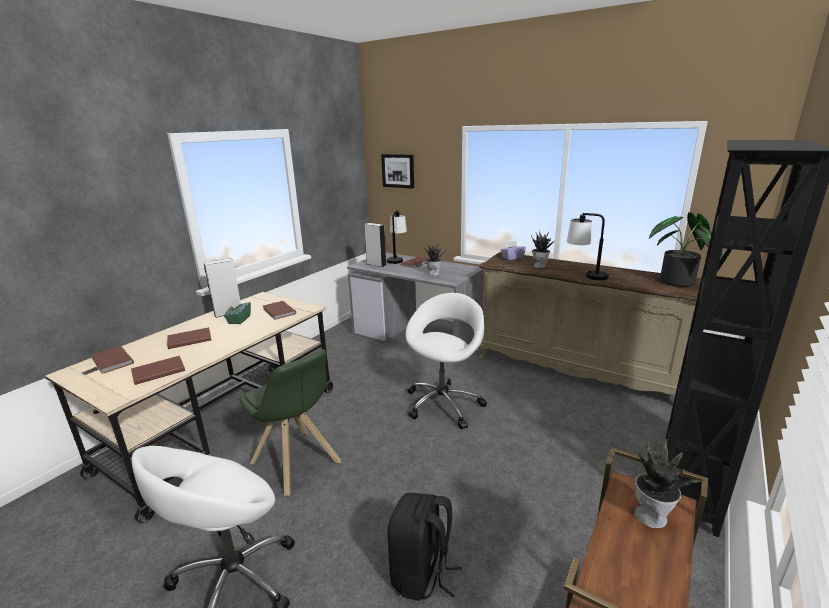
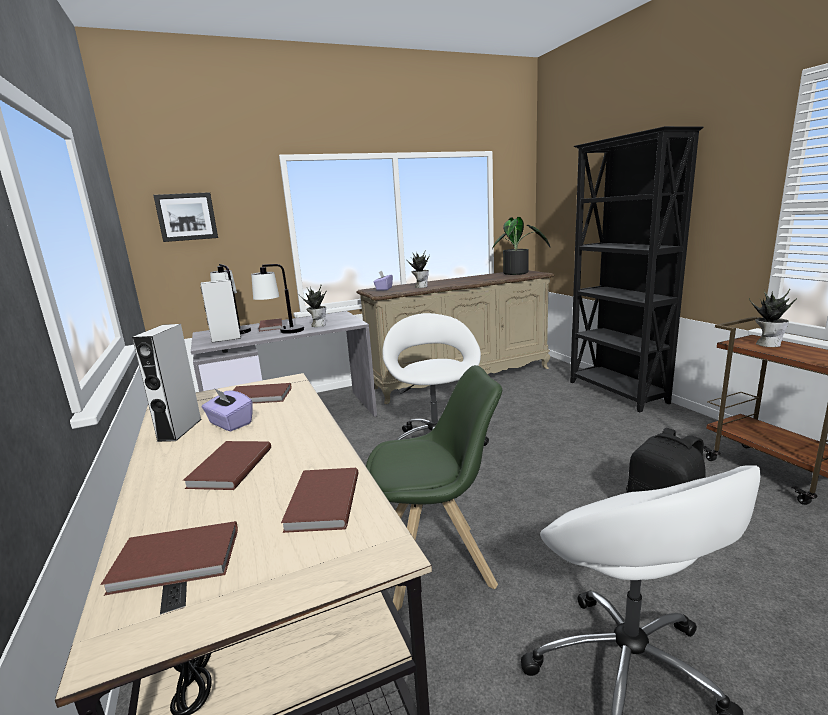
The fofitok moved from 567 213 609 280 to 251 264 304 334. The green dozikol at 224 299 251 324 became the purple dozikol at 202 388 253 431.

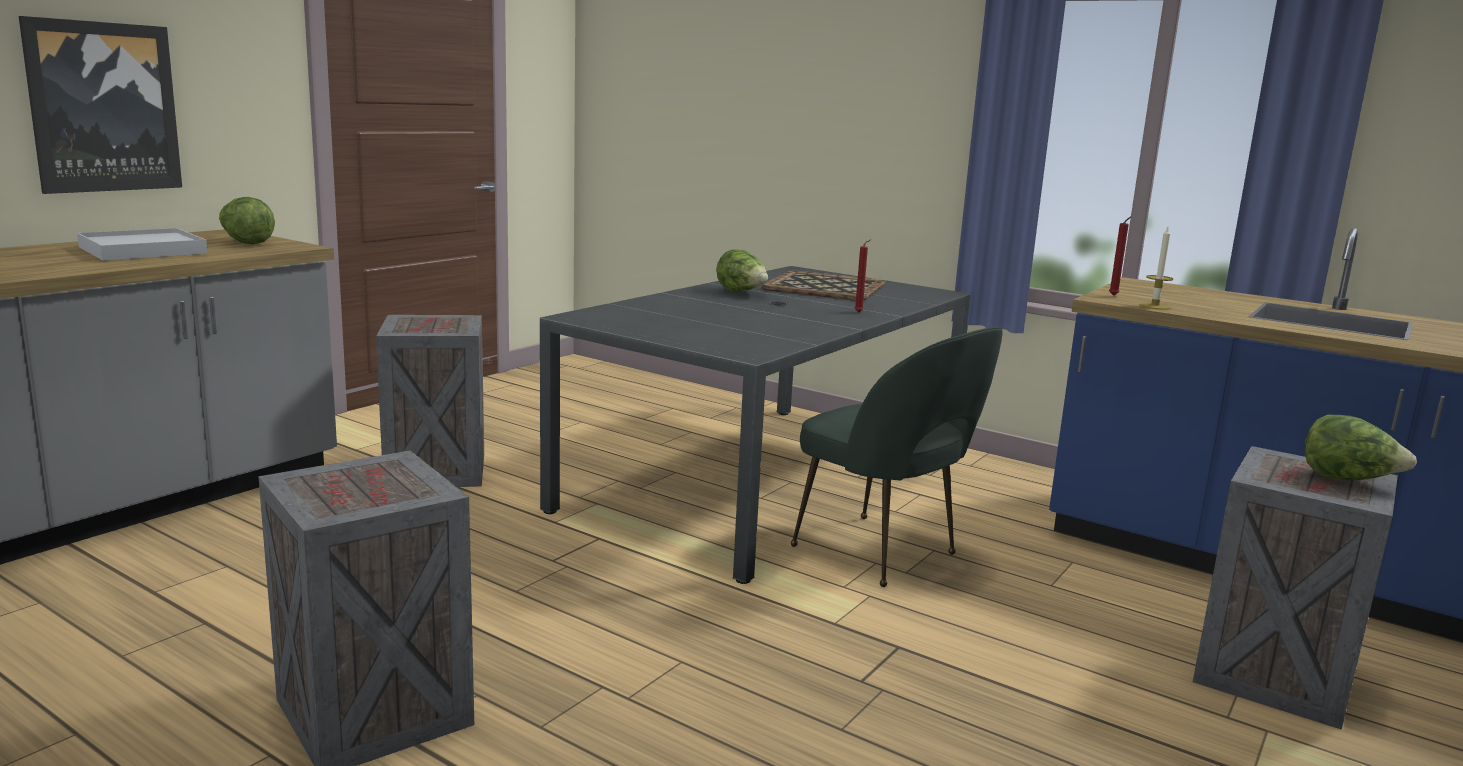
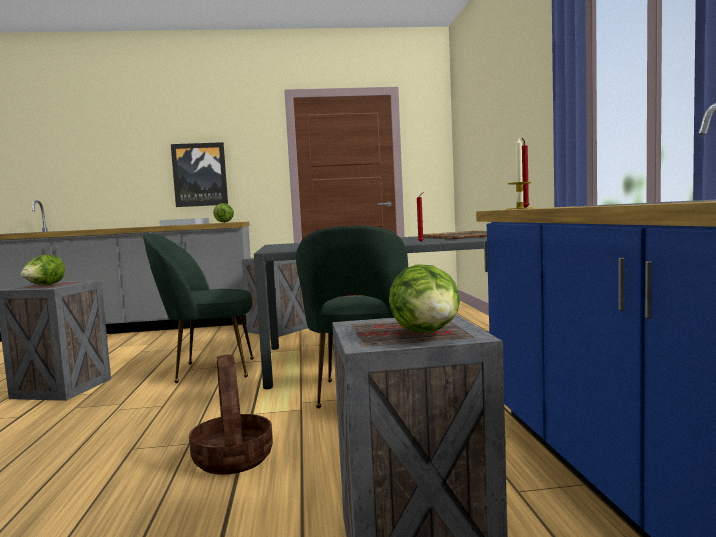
The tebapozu moved from 716 249 768 292 to 21 255 65 285. The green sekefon at 143 233 254 383 appeared. The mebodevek at 189 354 273 475 appeared.

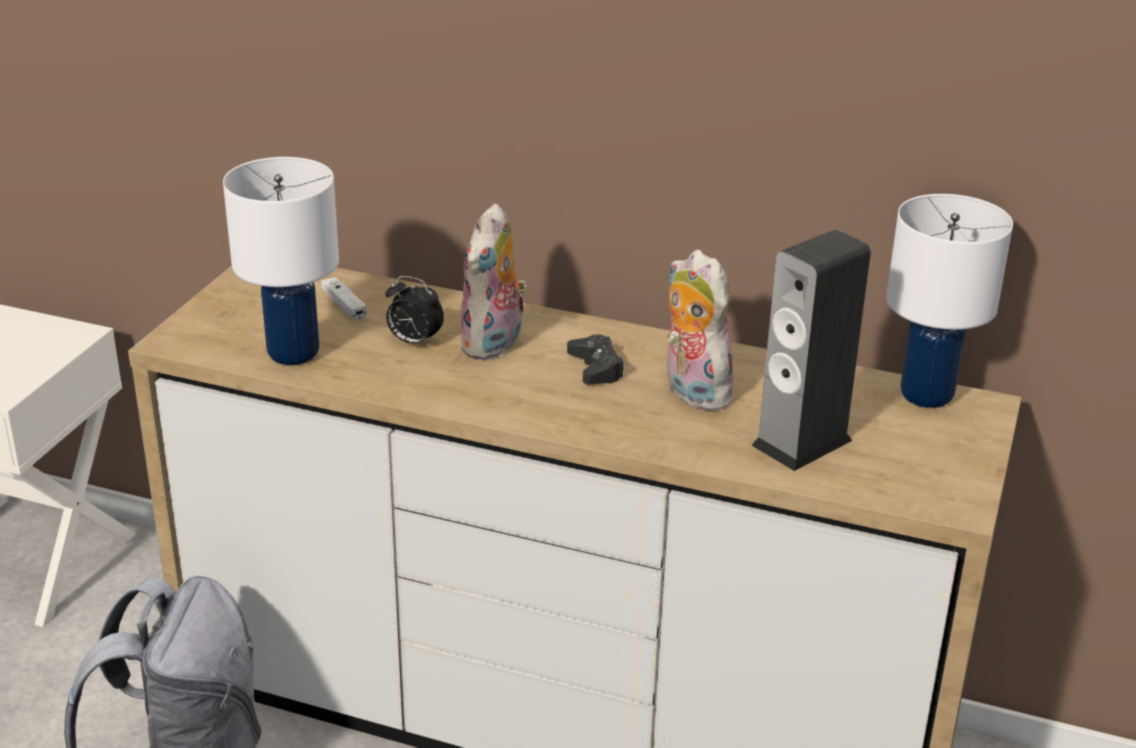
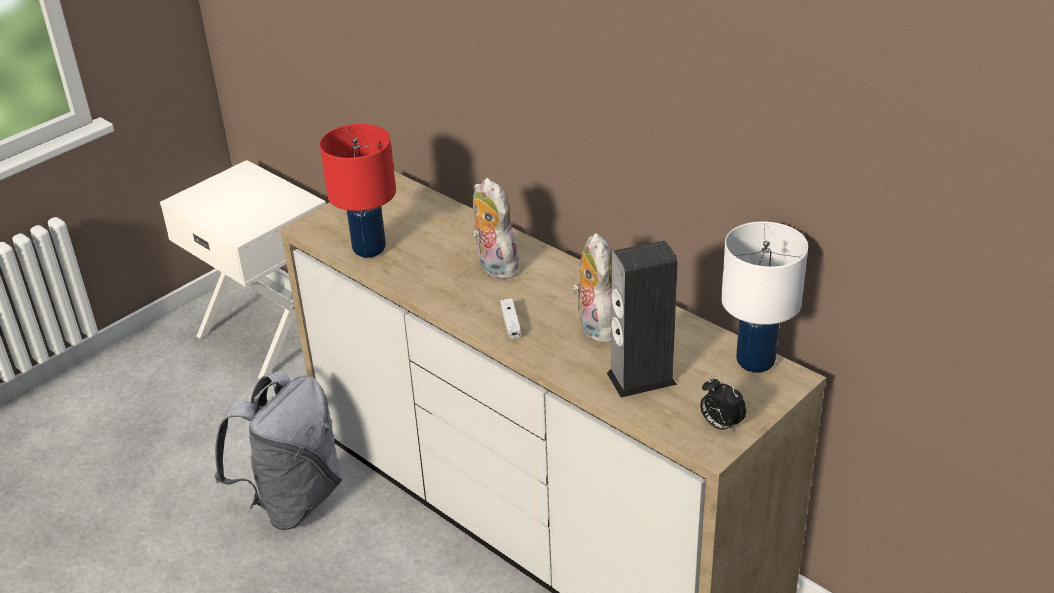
The white fofitok at 223 157 339 365 became the red fofitok at 320 124 396 258. The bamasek at 460 203 528 361 turned 105 degrees clockwise. The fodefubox moved from 385 276 444 347 to 700 377 746 433. The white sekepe moved from 321 277 367 321 to 501 299 521 339. The black sekepe at 567 334 625 385 disappeared.

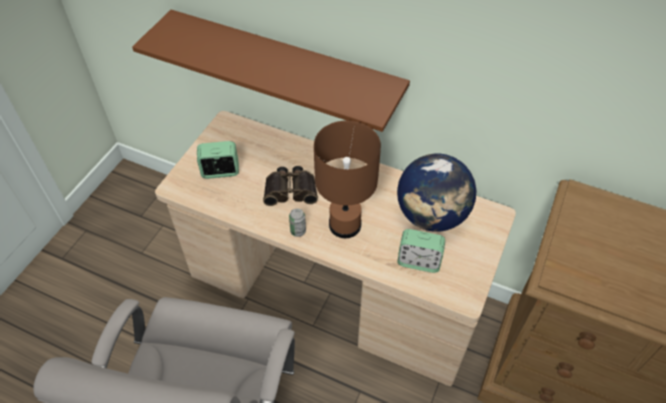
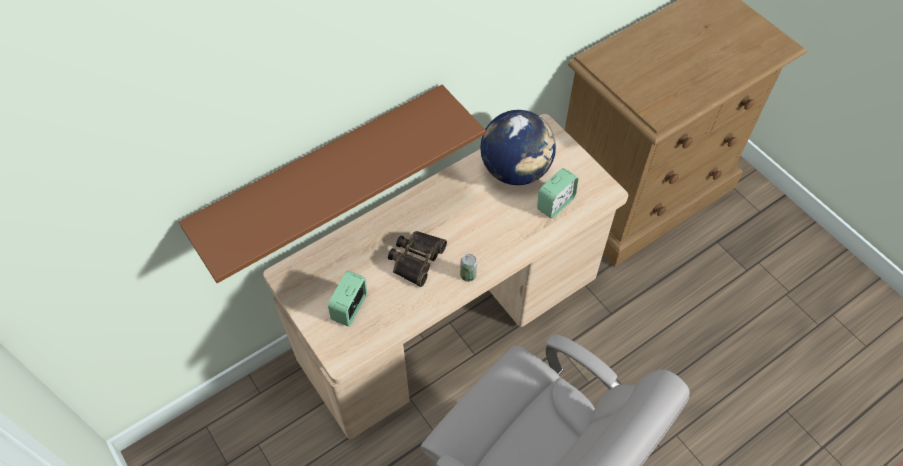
The brown fofitok at 314 121 381 238 disappeared.

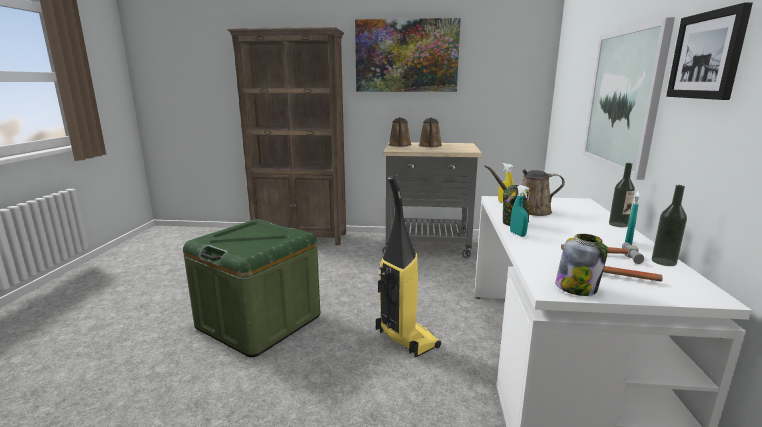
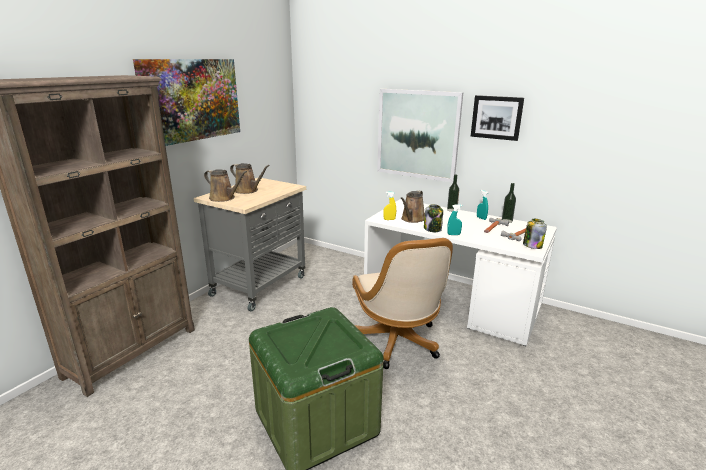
The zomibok at 376 176 441 357 was replaced by the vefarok at 352 238 453 369.

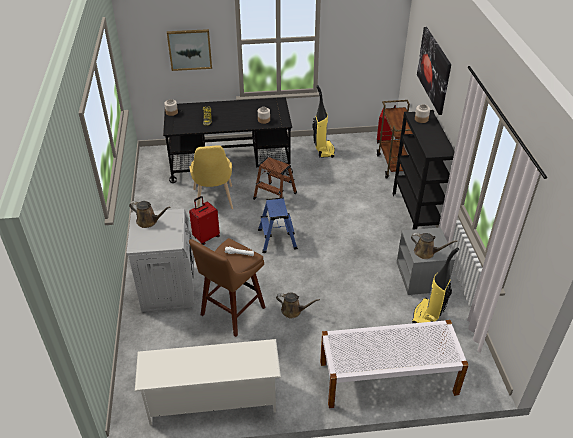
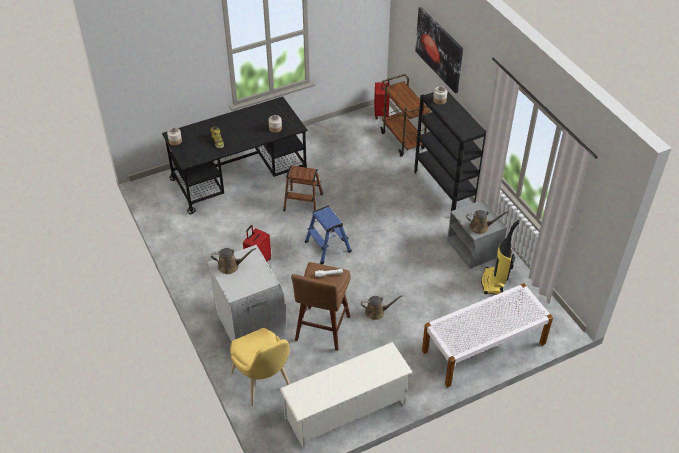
The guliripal at 167 29 212 71 disappeared. The zomibok at 313 85 335 158 disappeared. The yellow sekefon moved from 190 145 233 209 to 230 328 290 406.

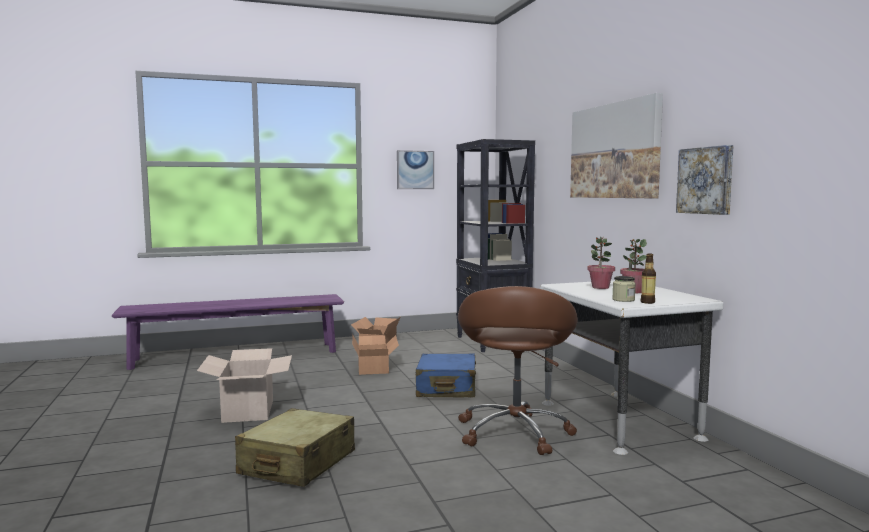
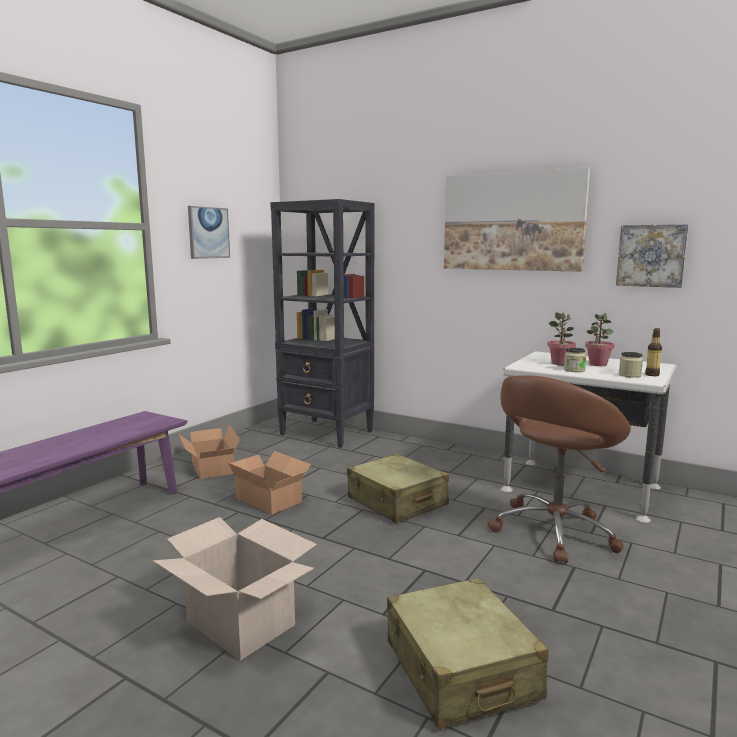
The brown vefarok at 458 286 578 455 turned 75 degrees clockwise. The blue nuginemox at 415 354 476 398 became the beige nuginemox at 347 454 449 523. The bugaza at 564 348 586 372 appeared.

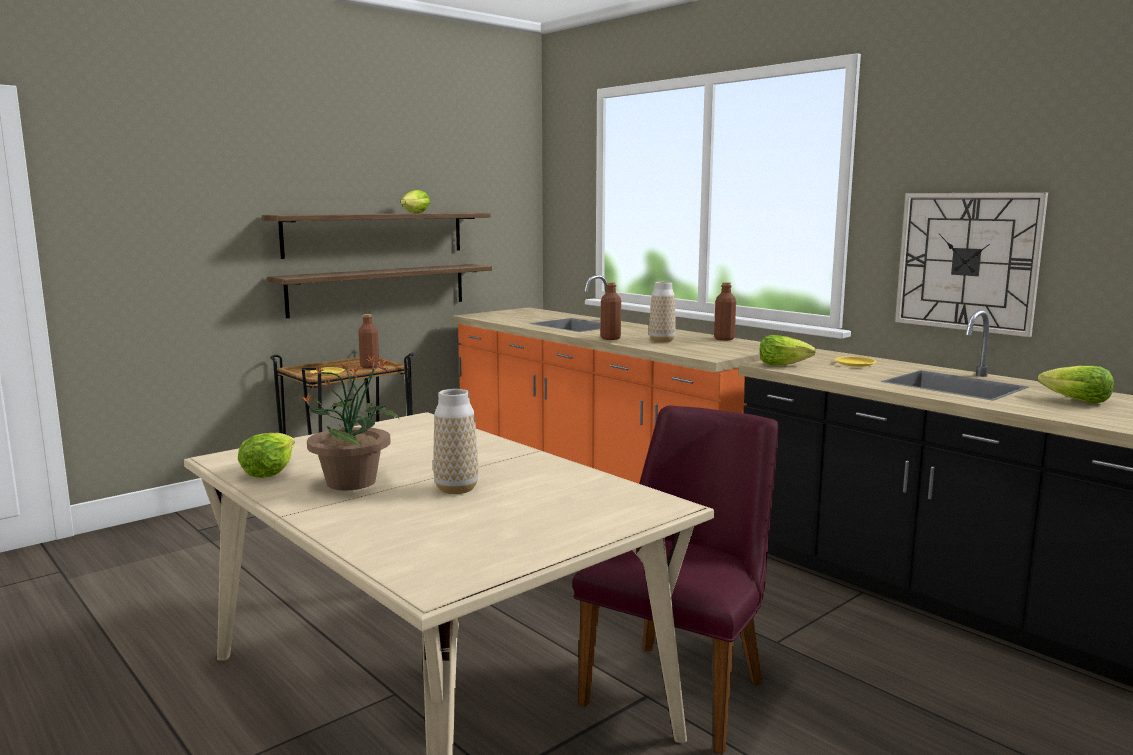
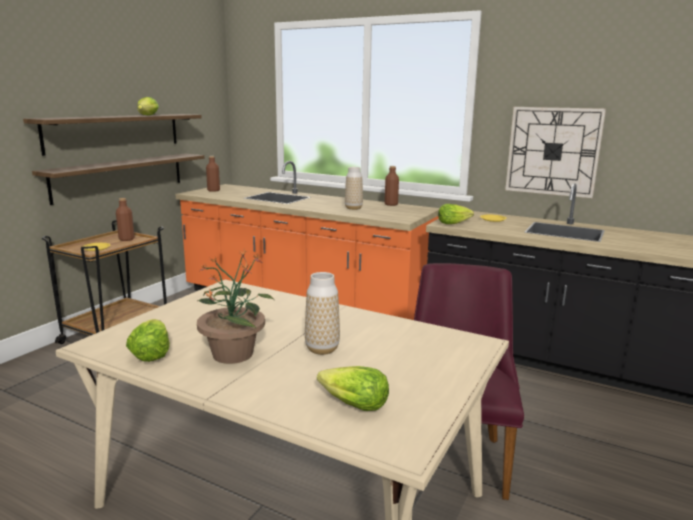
The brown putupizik moved from 601 282 621 340 to 206 156 220 192. The tebapozu moved from 1038 366 1114 403 to 317 366 389 411.

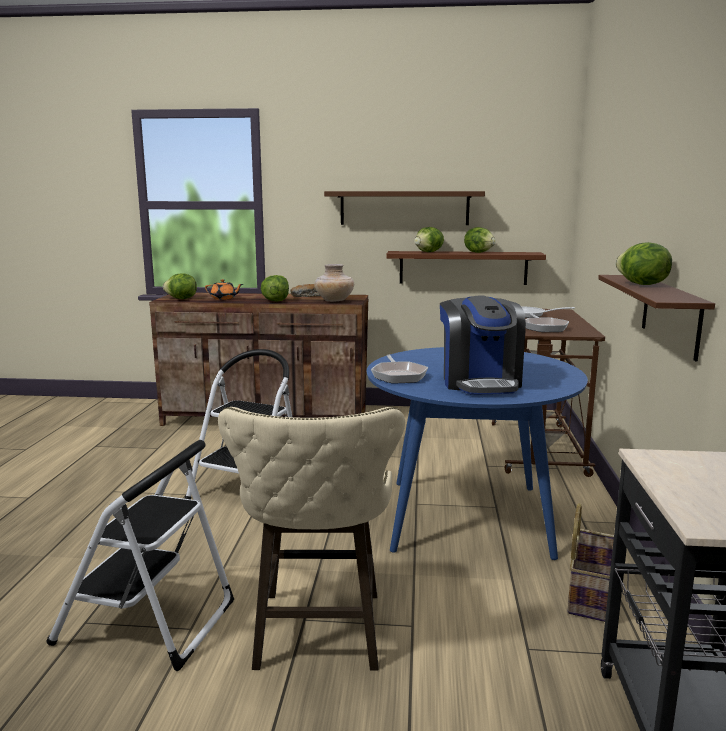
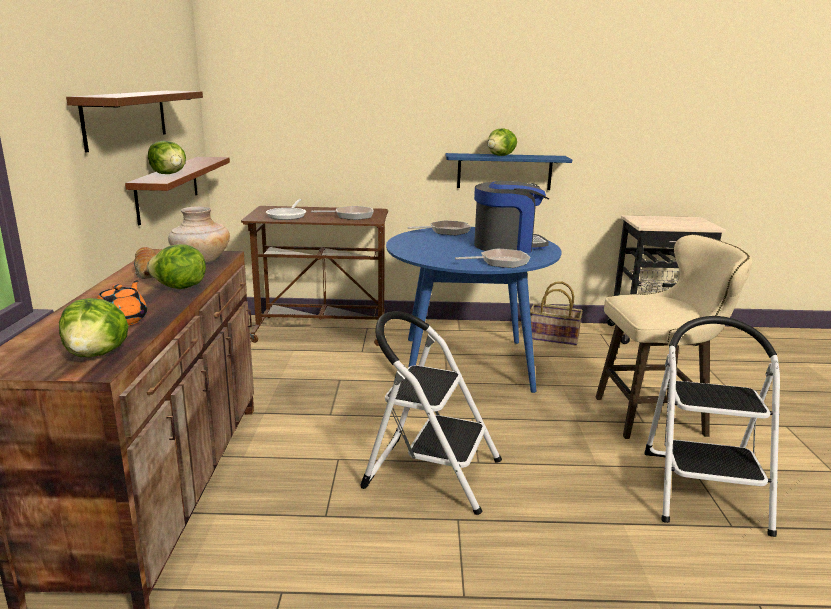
The tebapozu at 464 227 496 253 disappeared. The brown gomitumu at 598 275 715 361 became the blue gomitumu at 446 153 572 190. The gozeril at 408 220 471 235 appeared.

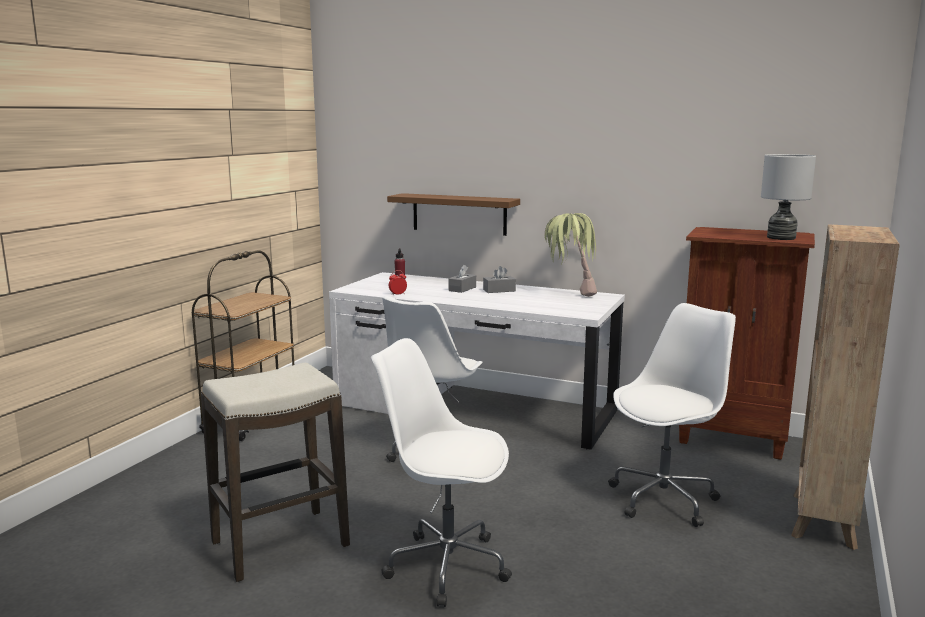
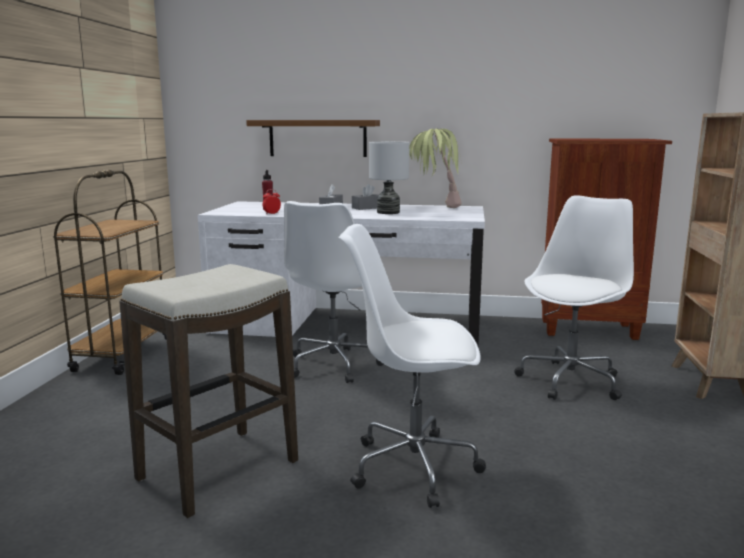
The grey fofitok moved from 761 154 816 240 to 369 141 409 214.

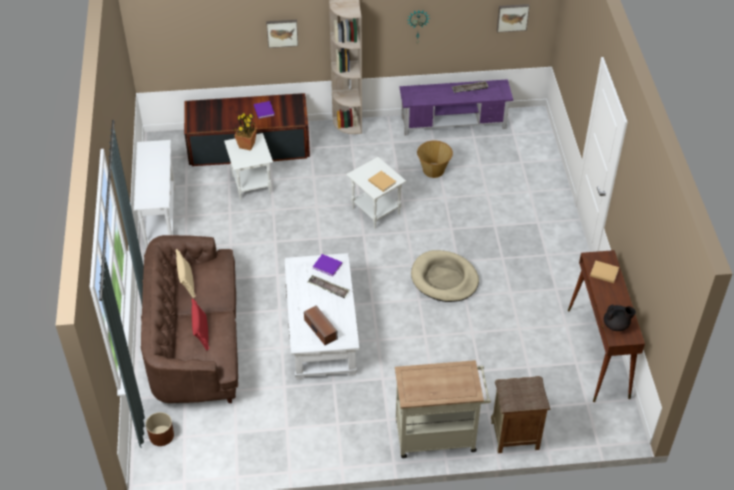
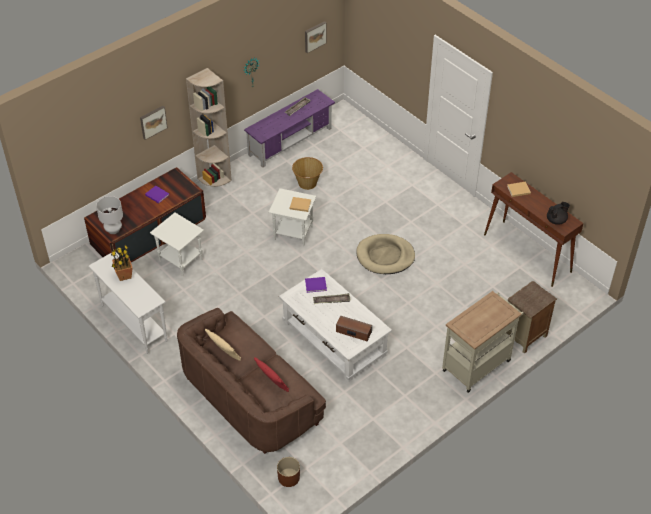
The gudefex moved from 234 113 257 151 to 111 245 132 281. The grey fofitok at 96 196 123 234 appeared.

